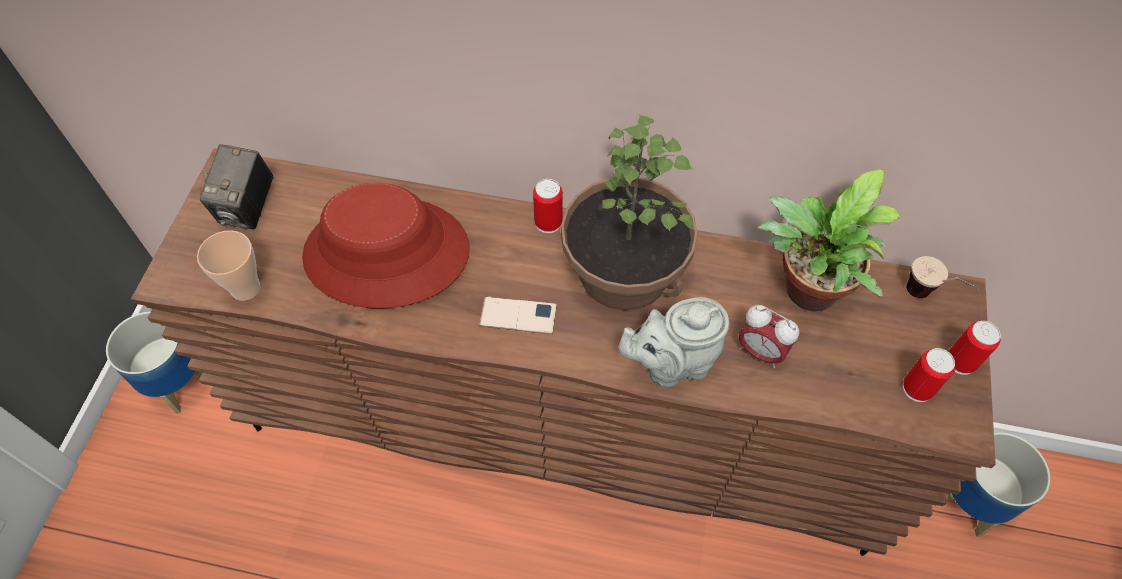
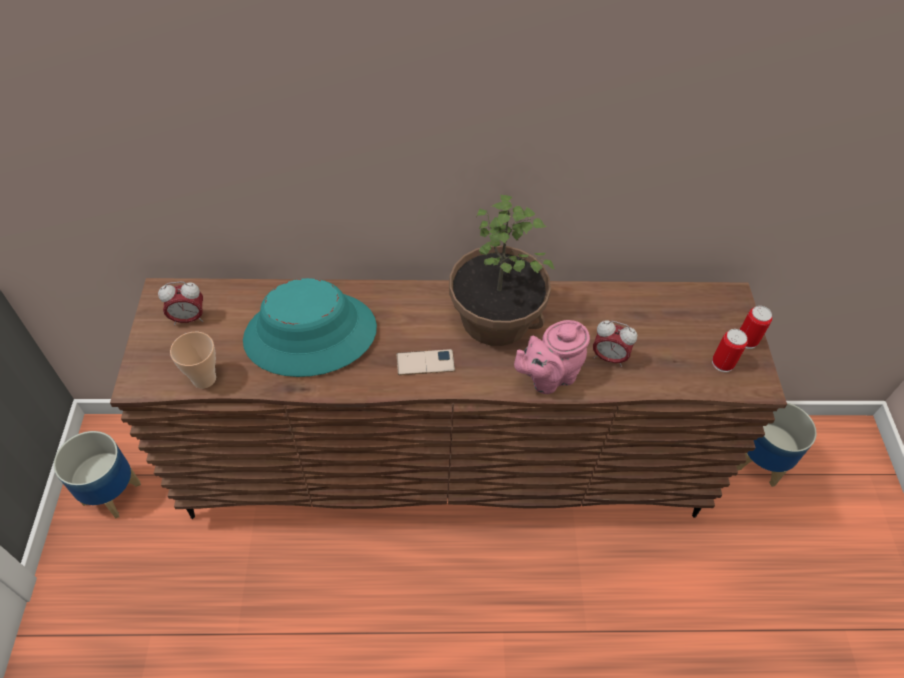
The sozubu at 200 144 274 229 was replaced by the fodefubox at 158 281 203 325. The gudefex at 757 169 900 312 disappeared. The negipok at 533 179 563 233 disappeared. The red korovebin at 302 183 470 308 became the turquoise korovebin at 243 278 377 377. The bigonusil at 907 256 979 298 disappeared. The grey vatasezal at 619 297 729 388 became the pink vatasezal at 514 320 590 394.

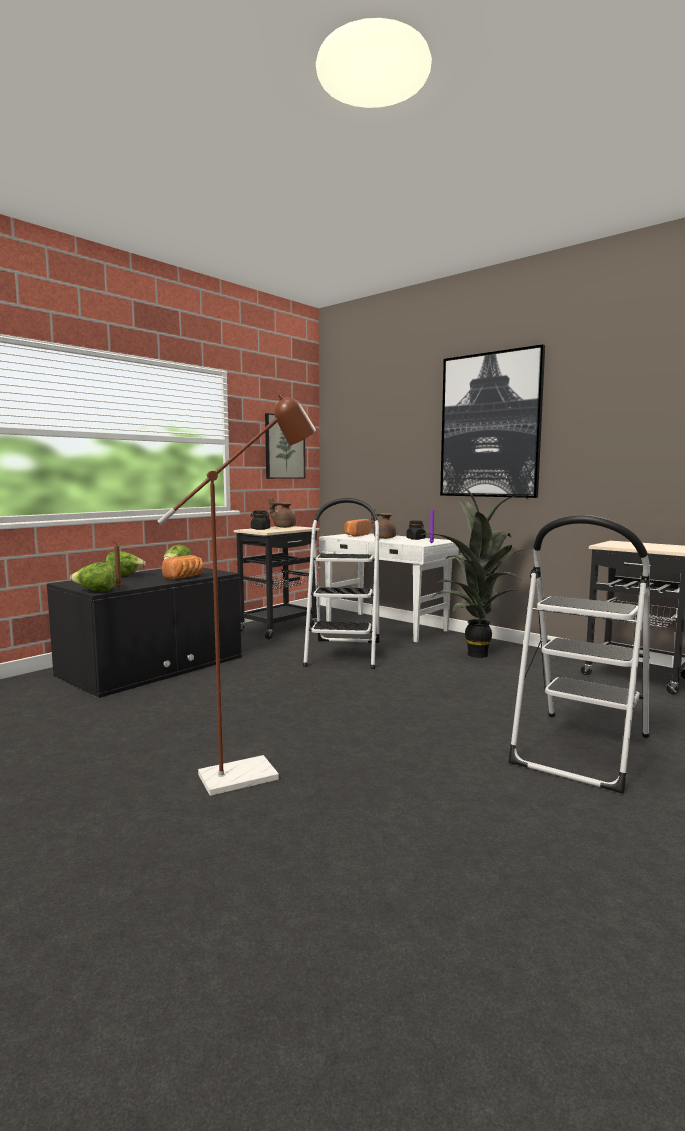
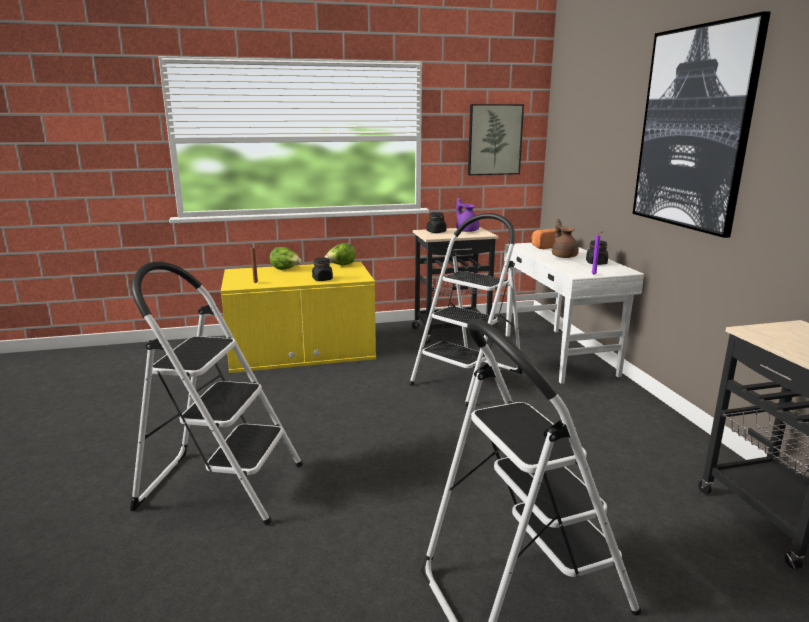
The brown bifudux at 157 394 316 796 was replaced by the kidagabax at 130 262 303 525. The gudefex at 421 486 529 658 disappeared. The brown vatasezal at 269 497 296 528 became the purple vatasezal at 456 198 480 232. The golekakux at 162 555 204 579 was replaced by the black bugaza at 312 257 333 281. The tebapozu at 70 562 117 592 disappeared. The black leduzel at 47 568 242 698 became the yellow leduzel at 221 262 376 373.

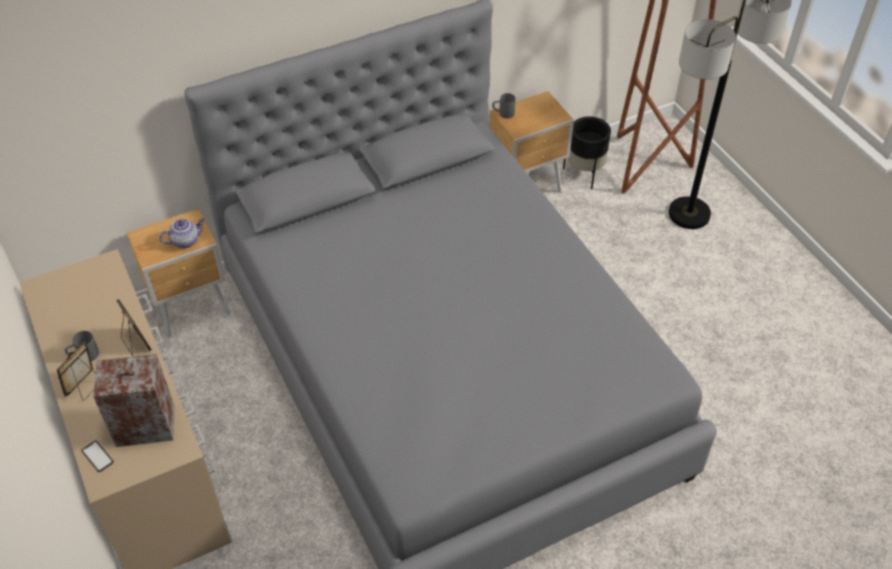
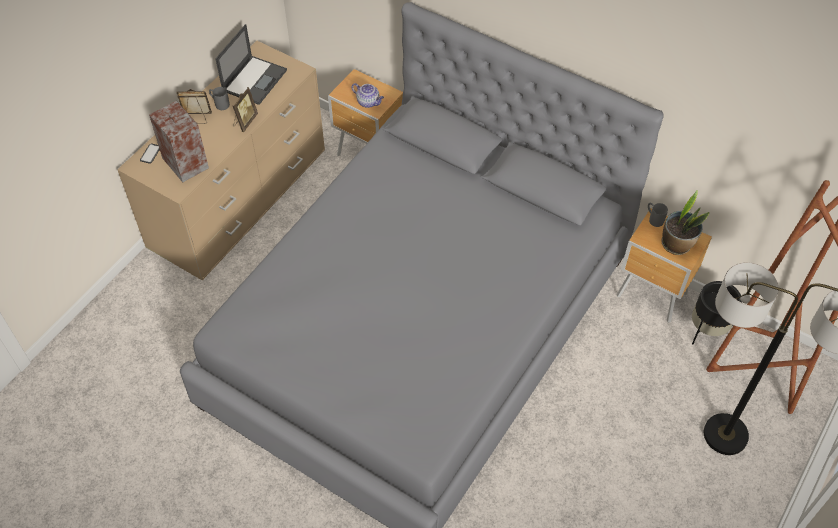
The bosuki at 215 24 287 105 appeared. The gudefex at 661 190 709 255 appeared.

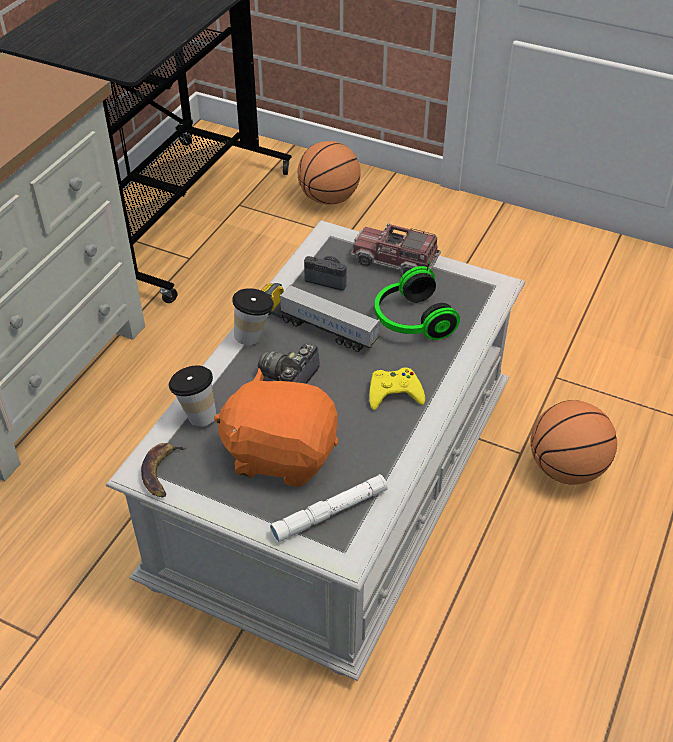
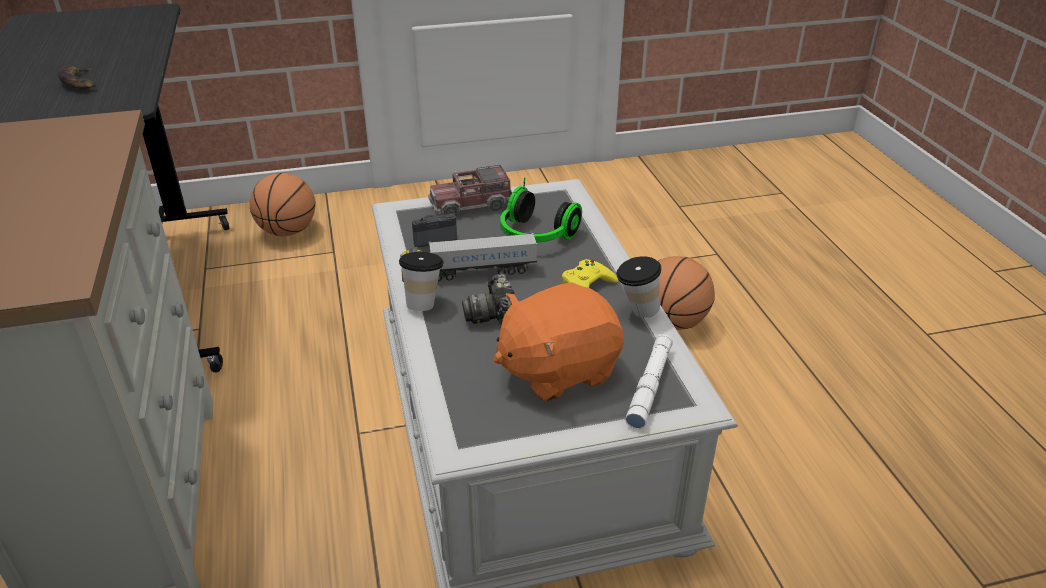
The bigonusil moved from 169 366 217 427 to 616 256 661 318. The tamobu moved from 141 443 188 498 to 58 66 96 89.

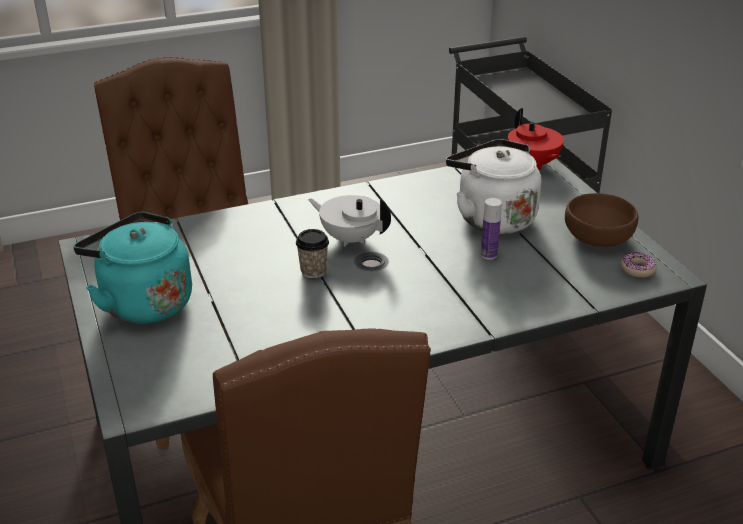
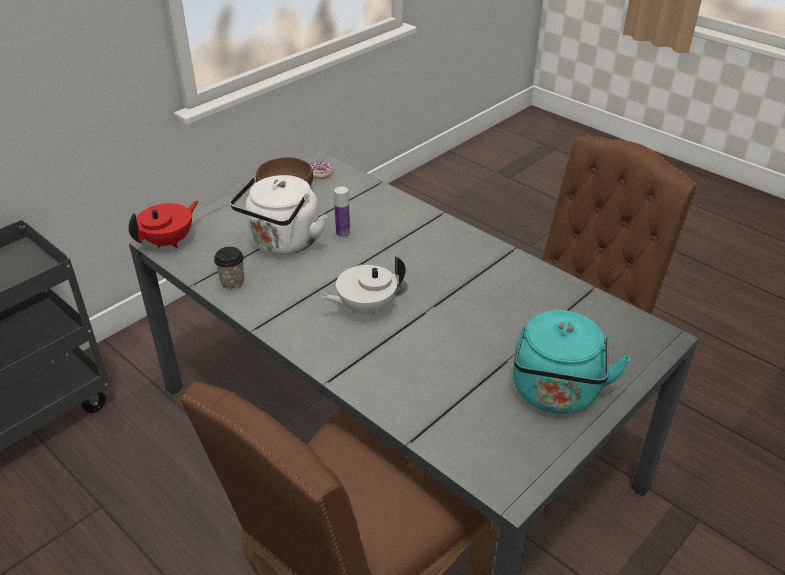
The white vatasezal at 308 195 391 246 turned 60 degrees clockwise. The bigonusil moved from 296 229 329 278 to 214 247 244 290.

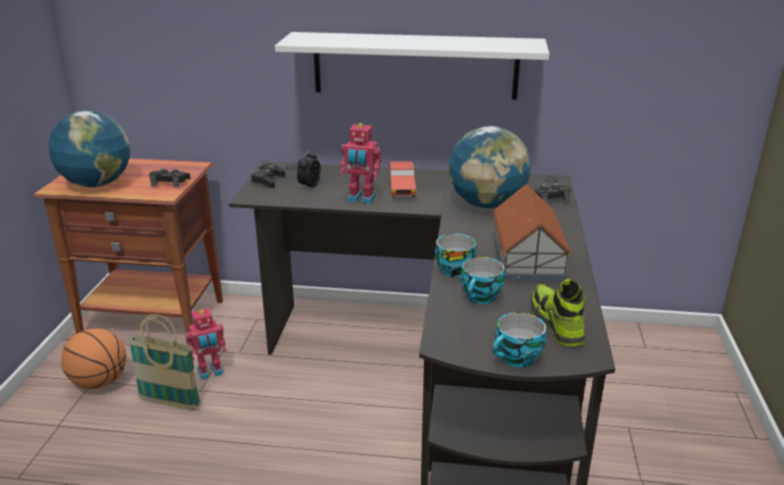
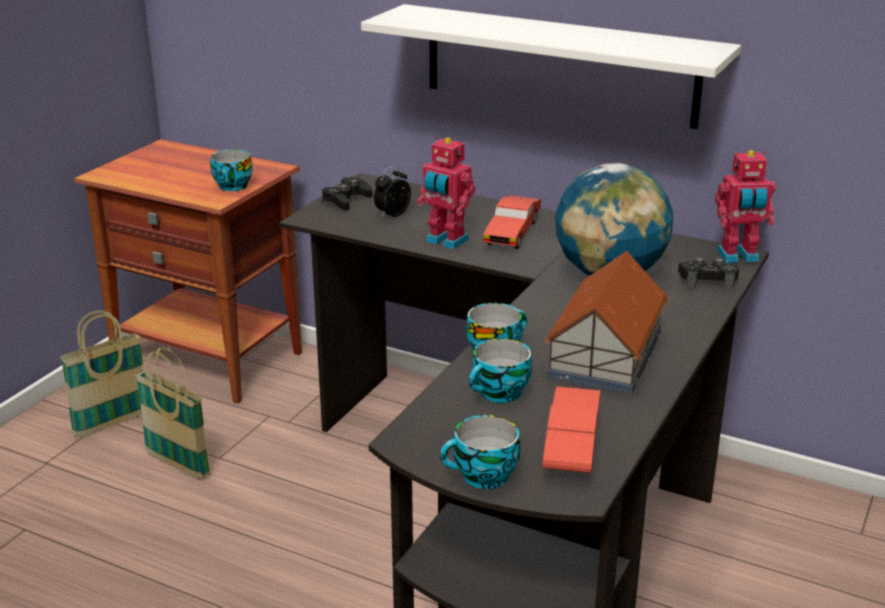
The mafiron at 48 111 130 187 disappeared. The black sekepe at 149 168 191 188 was replaced by the bigonusil at 210 149 253 191. The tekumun at 531 279 585 346 was replaced by the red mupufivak at 543 386 600 473. The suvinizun moved from 186 308 226 380 to 715 150 776 263. The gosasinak at 61 328 126 389 was replaced by the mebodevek at 60 310 143 438.

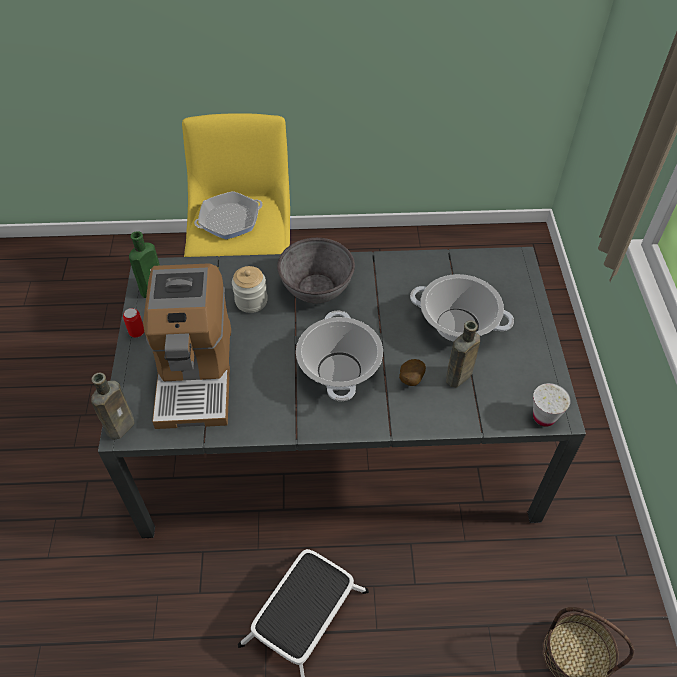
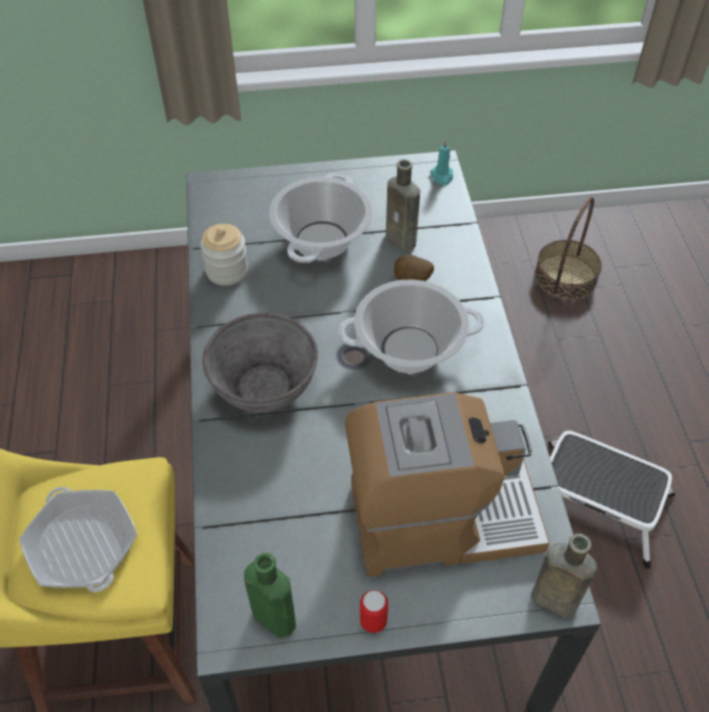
The bugaza moved from 232 266 268 313 to 200 224 248 286. The white bigonusil at 533 383 571 427 was replaced by the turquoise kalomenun at 430 140 453 186.

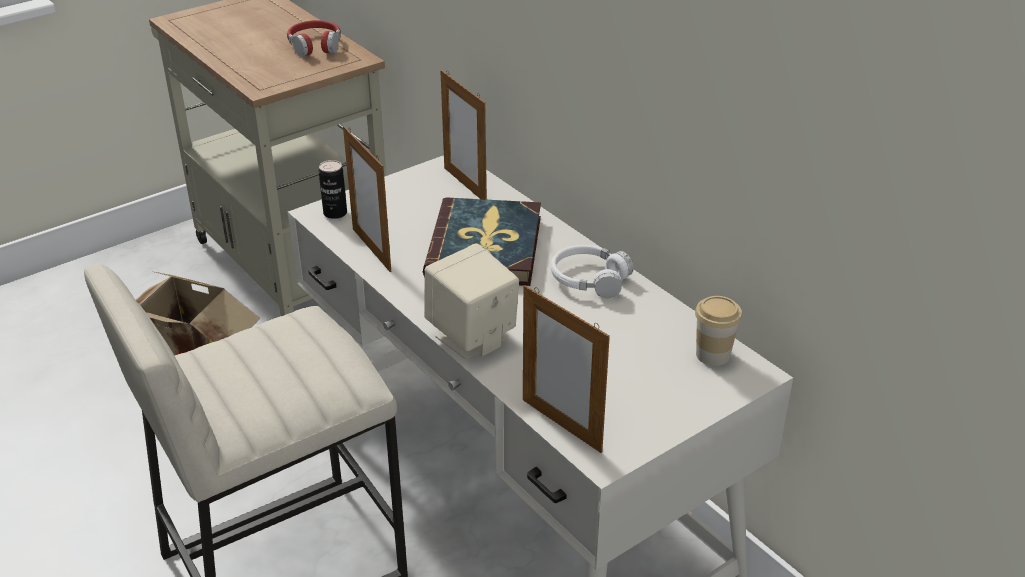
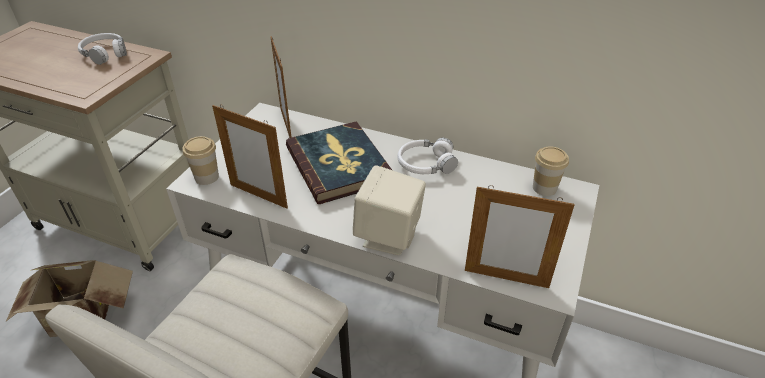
The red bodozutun at 287 20 341 57 became the white bodozutun at 78 33 127 65. The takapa at 440 70 487 200 turned 45 degrees clockwise. The negipok at 319 160 347 219 was replaced by the bigonusil at 183 136 219 185.

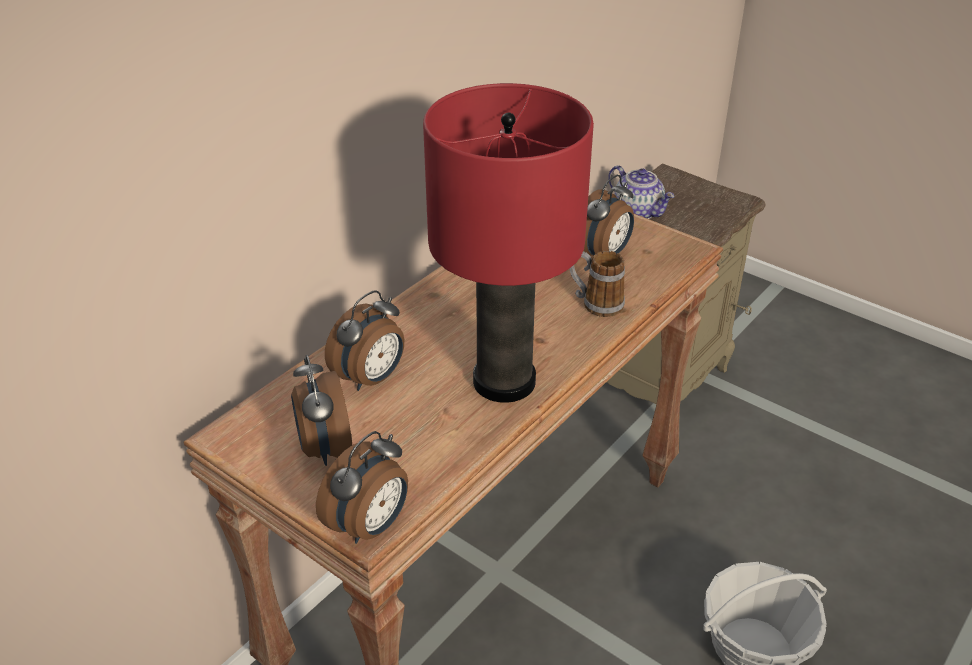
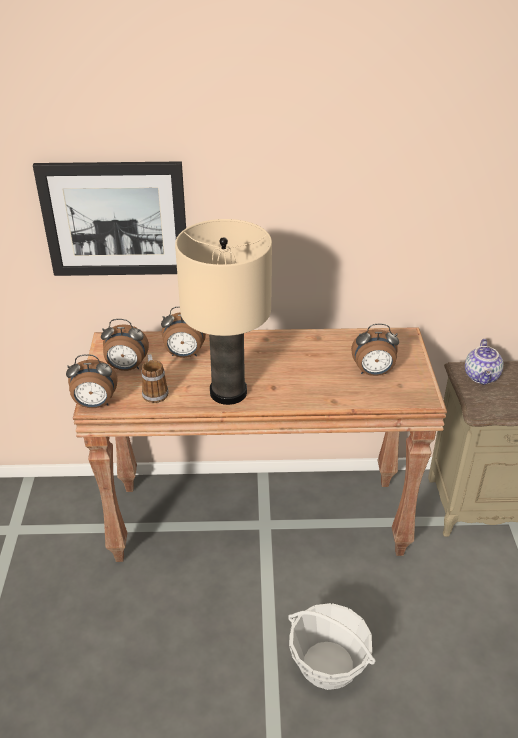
The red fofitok at 423 83 594 403 became the beige fofitok at 175 219 272 405. The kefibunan moved from 570 251 625 317 to 142 354 169 403. The fodefubox at 291 355 352 466 turned 120 degrees counterclockwise. The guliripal at 33 162 186 276 appeared.

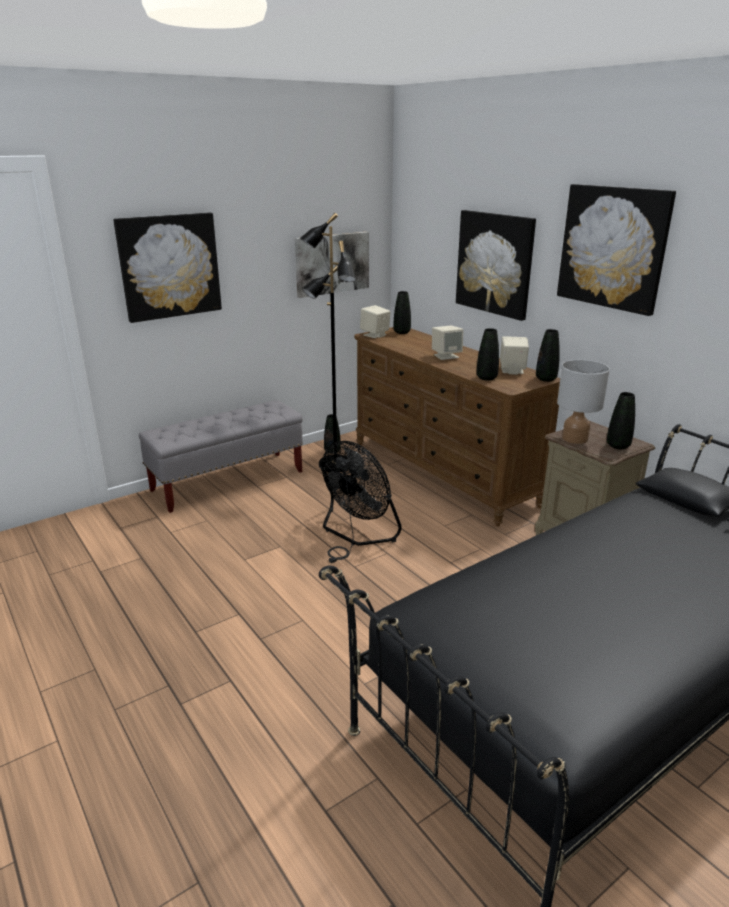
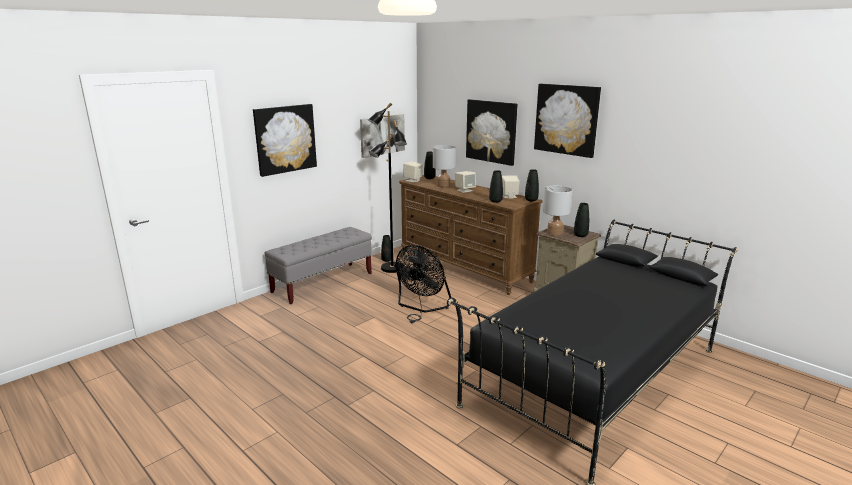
The grey fofitok at 433 145 456 187 appeared.

